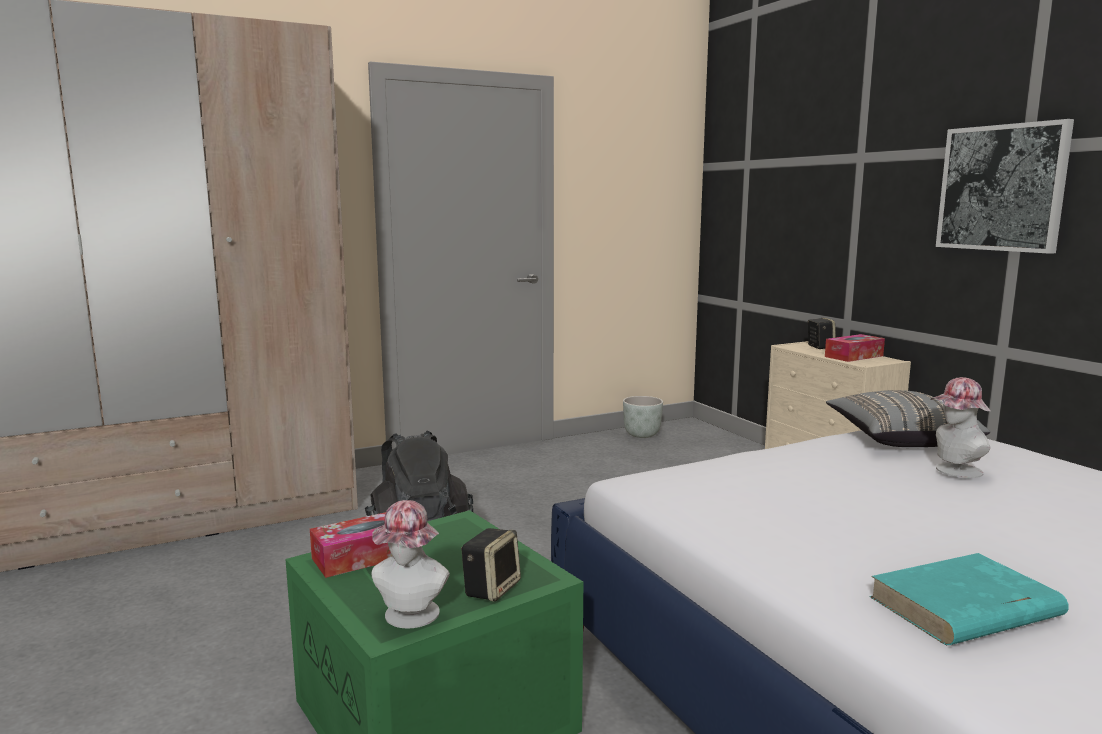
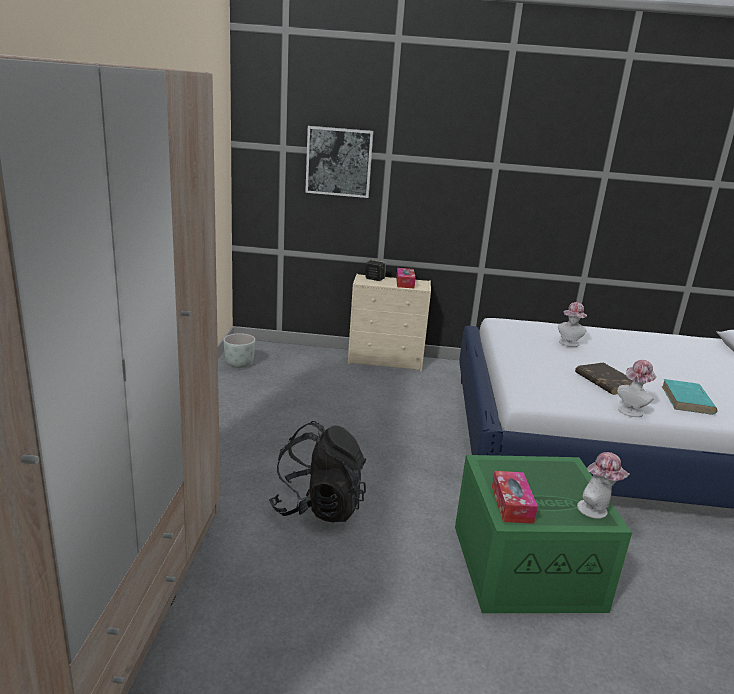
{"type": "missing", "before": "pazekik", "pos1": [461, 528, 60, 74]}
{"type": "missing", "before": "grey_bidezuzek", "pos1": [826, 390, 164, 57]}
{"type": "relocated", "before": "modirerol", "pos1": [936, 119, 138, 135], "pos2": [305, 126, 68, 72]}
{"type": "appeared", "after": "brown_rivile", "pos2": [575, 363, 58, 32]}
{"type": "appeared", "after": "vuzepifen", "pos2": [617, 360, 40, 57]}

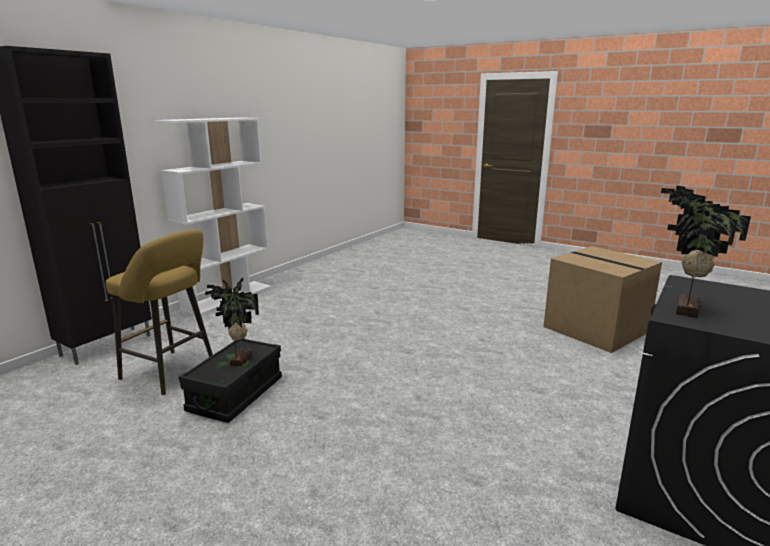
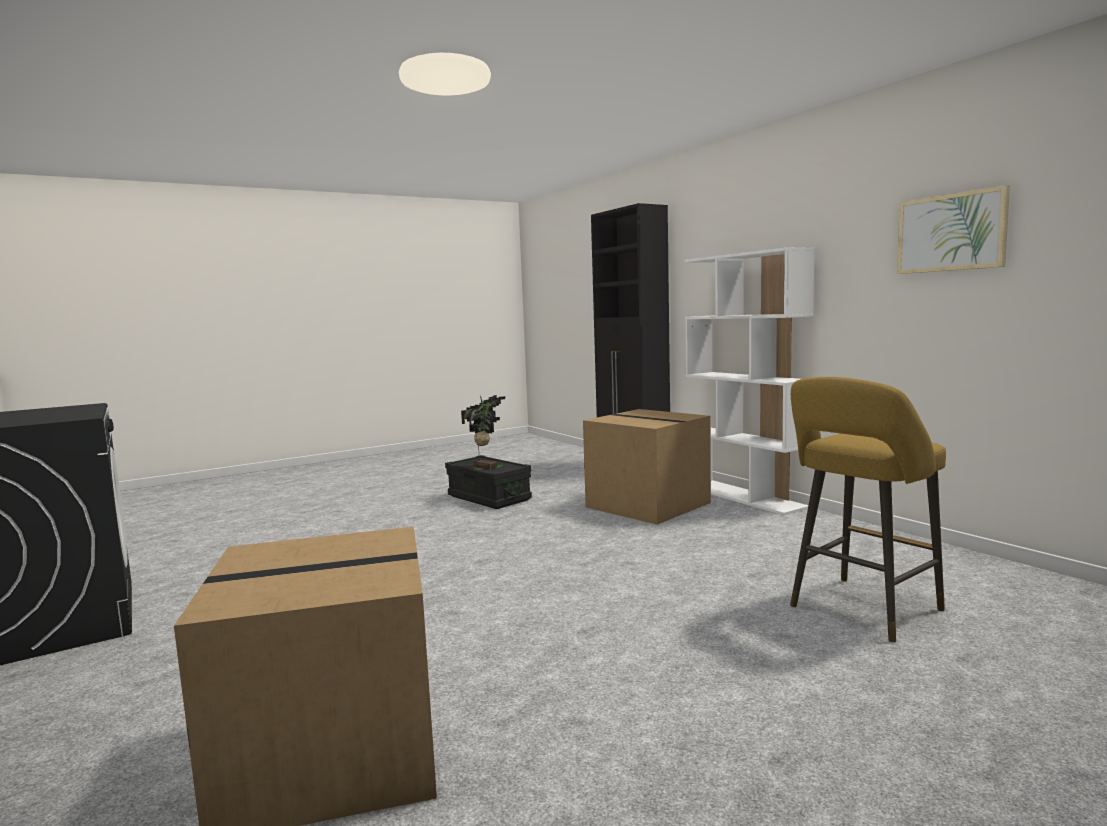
{"type": "relocated", "before": "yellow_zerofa", "pos1": [106, 229, 107, 166], "pos2": [790, 377, 156, 265]}
{"type": "missing", "before": "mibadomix", "pos1": [661, 185, 90, 133]}
{"type": "appeared", "after": "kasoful", "pos2": [583, 409, 128, 116]}
{"type": "appeared", "after": "modirerol", "pos2": [897, 185, 113, 89]}

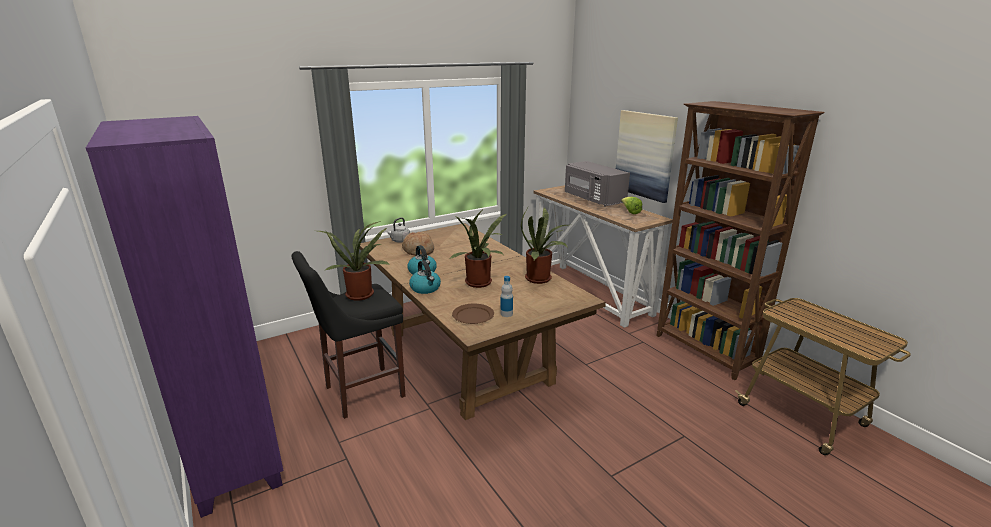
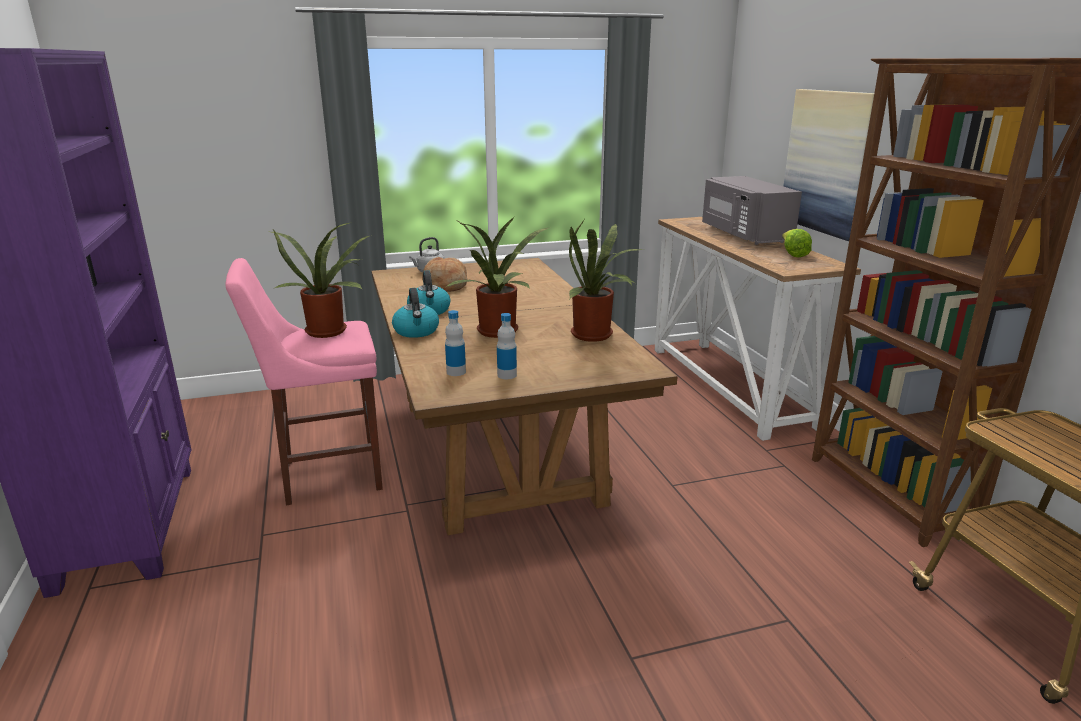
{"type": "colour", "before": "black_zerofa", "after": "pink_zerofa", "pos1": [292, 251, 114, 168], "pos2": [225, 258, 158, 248]}
{"type": "exchanged", "before": "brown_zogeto", "after": "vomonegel", "pos1": [452, 304, 42, 20], "pos2": [445, 310, 21, 66]}

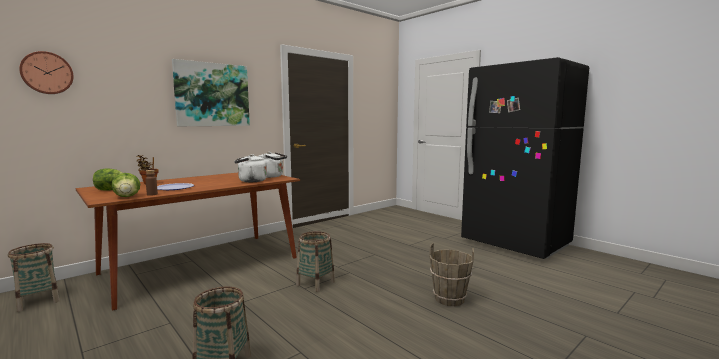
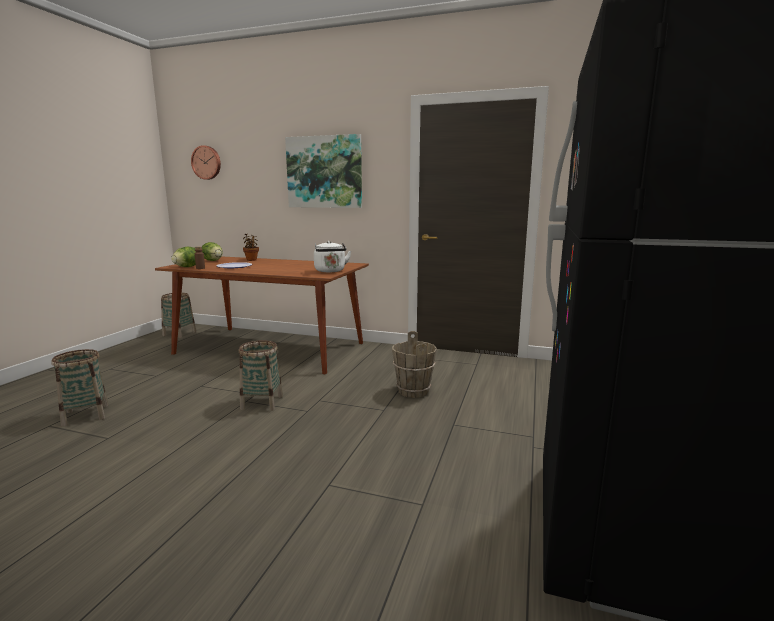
{"type": "missing", "before": "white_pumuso", "pos1": [234, 154, 33, 28]}
{"type": "relocated", "before": "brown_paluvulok", "pos1": [429, 243, 45, 63], "pos2": [392, 331, 45, 67]}

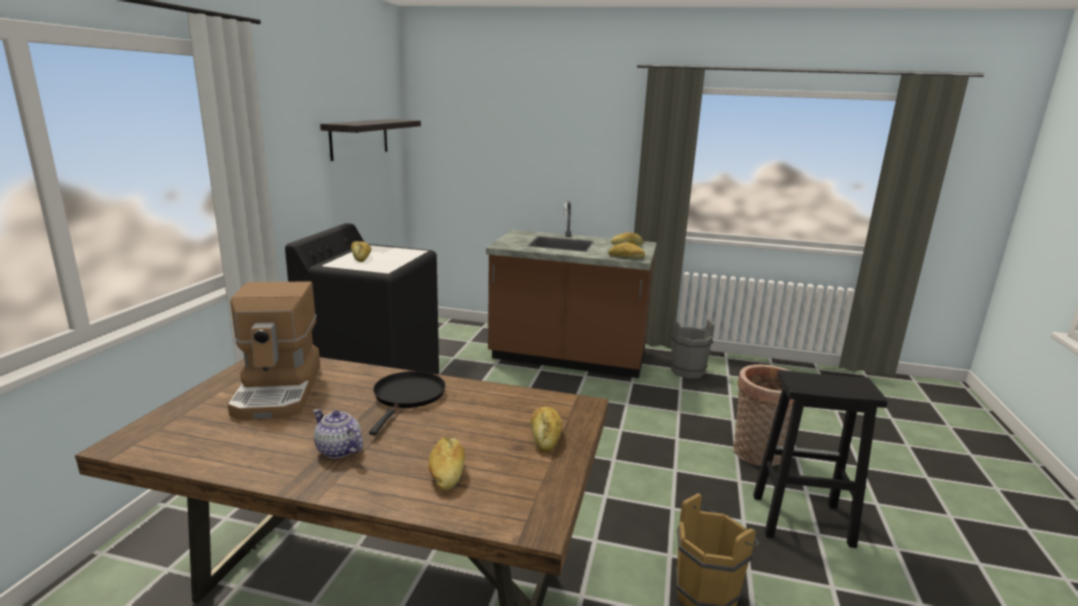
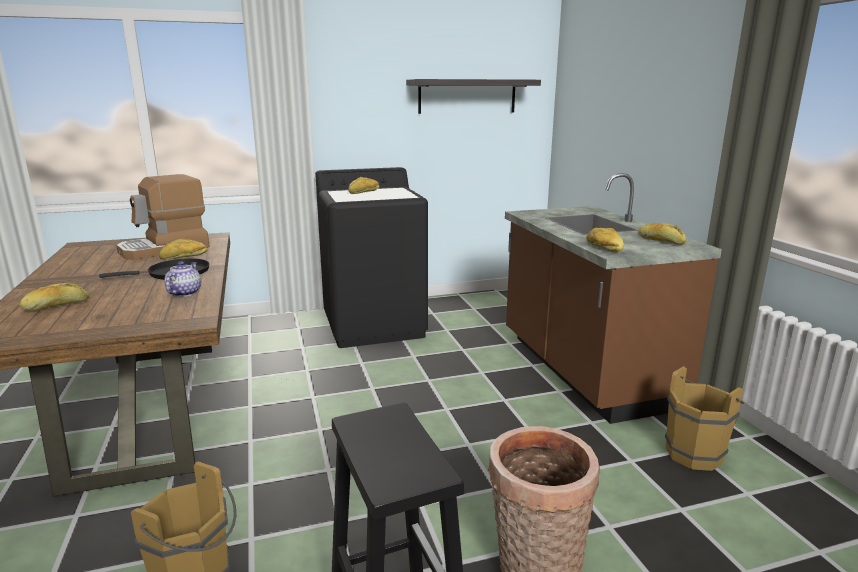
{"type": "relocated", "before": "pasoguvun", "pos1": [313, 409, 50, 49], "pos2": [164, 262, 37, 35]}
{"type": "relocated", "before": "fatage", "pos1": [530, 407, 32, 45], "pos2": [159, 238, 49, 22]}
{"type": "colour", "before": "grey_paluvulok", "after": "brown_paluvulok", "pos1": [670, 320, 44, 59], "pos2": [665, 366, 80, 105]}

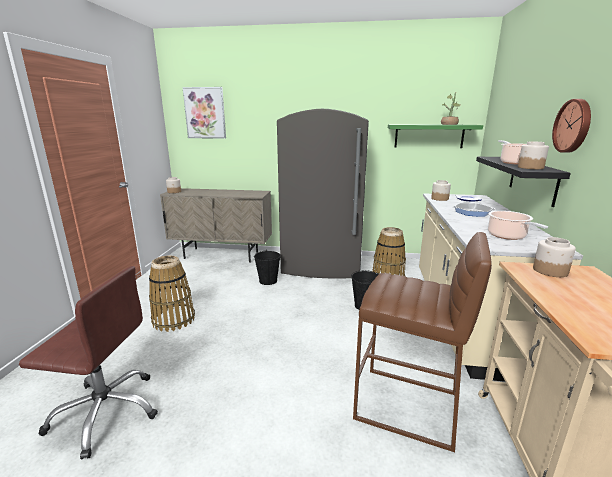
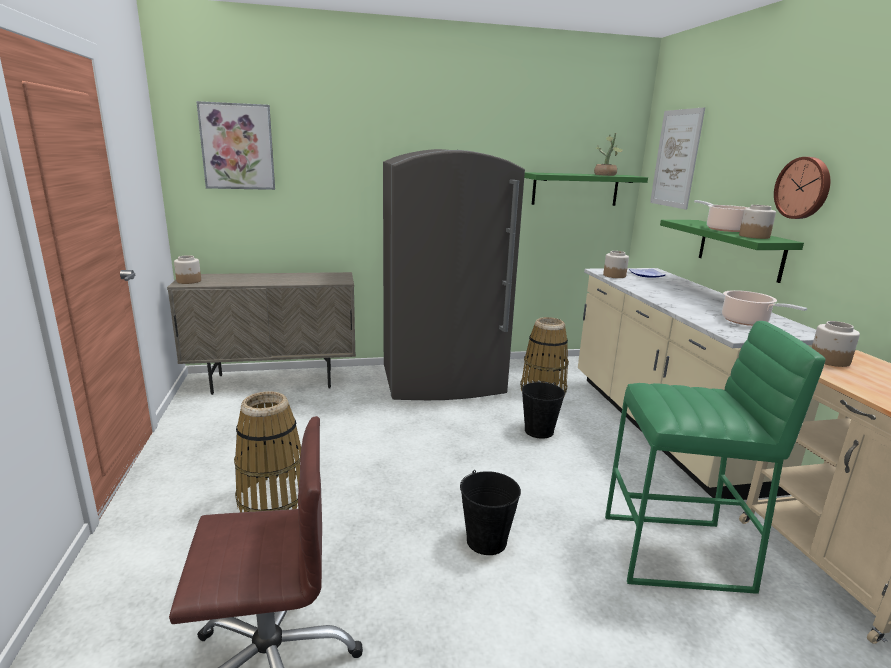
{"type": "relocated", "before": "black_paluvulok", "pos1": [254, 250, 27, 35], "pos2": [460, 470, 61, 85]}
{"type": "colour", "before": "brown_zerofa", "after": "green_zerofa", "pos1": [353, 232, 139, 220], "pos2": [605, 321, 221, 273]}
{"type": "missing", "before": "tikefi", "pos1": [452, 203, 43, 14]}
{"type": "colour", "before": "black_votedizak", "after": "green_votedizak", "pos1": [476, 157, 95, 50], "pos2": [660, 220, 144, 63]}
{"type": "appeared", "after": "modirerol", "pos2": [650, 107, 55, 103]}

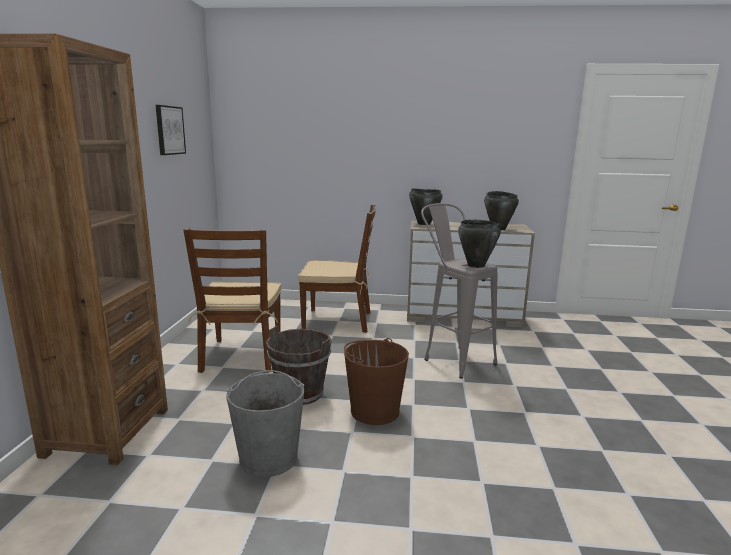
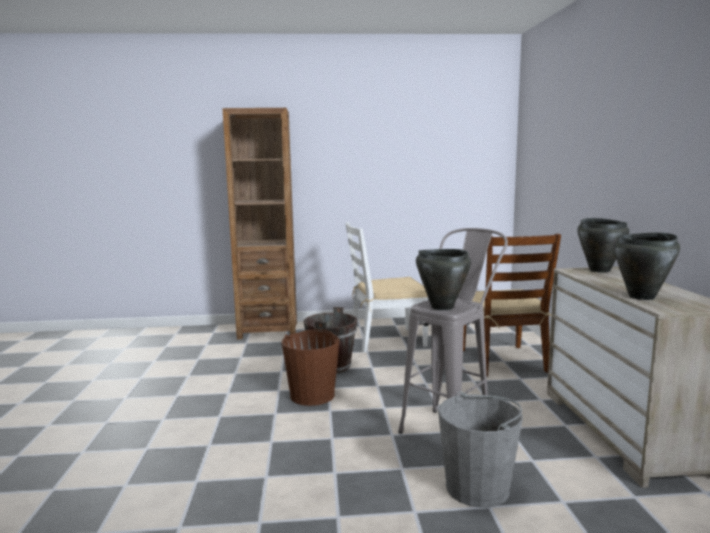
{"type": "missing", "before": "modirerol", "pos1": [155, 105, 31, 50]}
{"type": "colour", "before": "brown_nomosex", "after": "white_nomosex", "pos1": [183, 228, 98, 145], "pos2": [346, 222, 82, 131]}
{"type": "relocated", "before": "grey_paluvulok", "pos1": [226, 370, 78, 107], "pos2": [438, 391, 85, 117]}

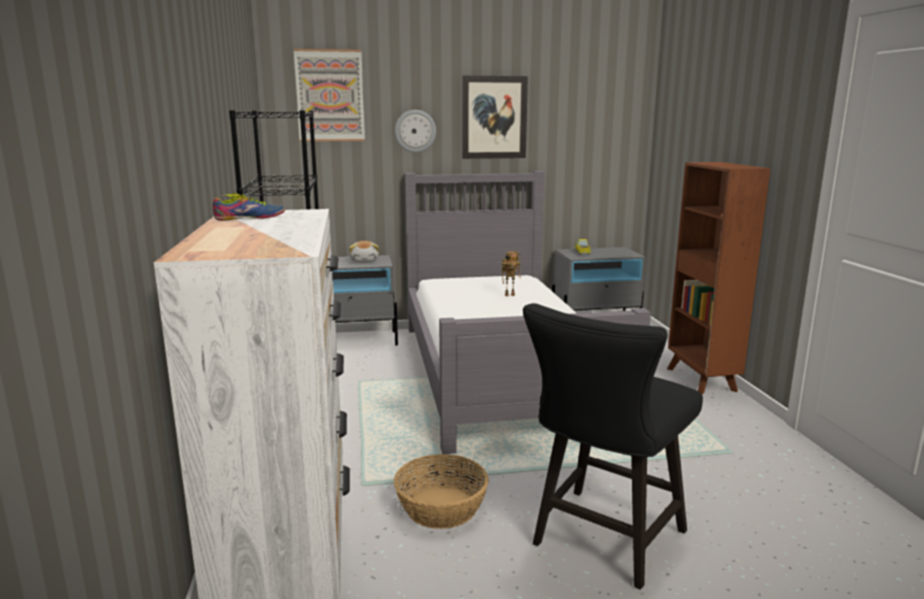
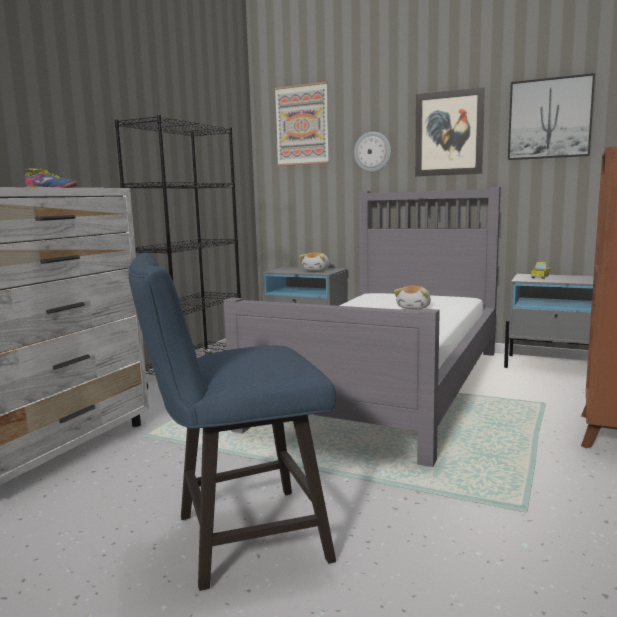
{"type": "missing", "before": "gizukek", "pos1": [394, 454, 95, 75]}
{"type": "exchanged", "before": "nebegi", "after": "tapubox", "pos1": [502, 251, 19, 45], "pos2": [394, 285, 37, 24]}
{"type": "colour", "before": "black_nomosex", "after": "blue_nomosex", "pos1": [523, 303, 180, 287], "pos2": [129, 253, 207, 338]}
{"type": "appeared", "after": "modirerol", "pos2": [508, 73, 87, 87]}

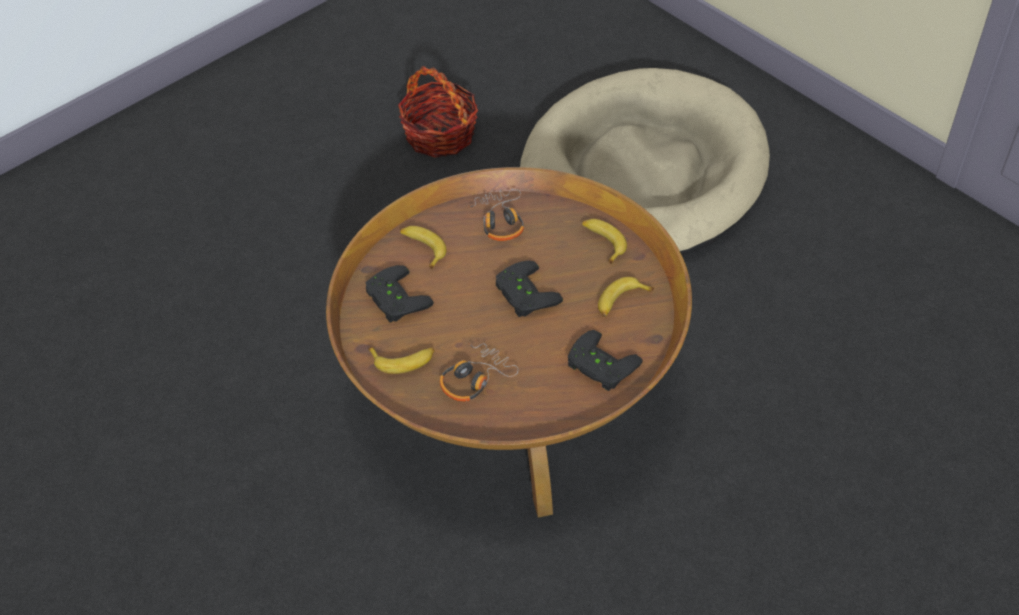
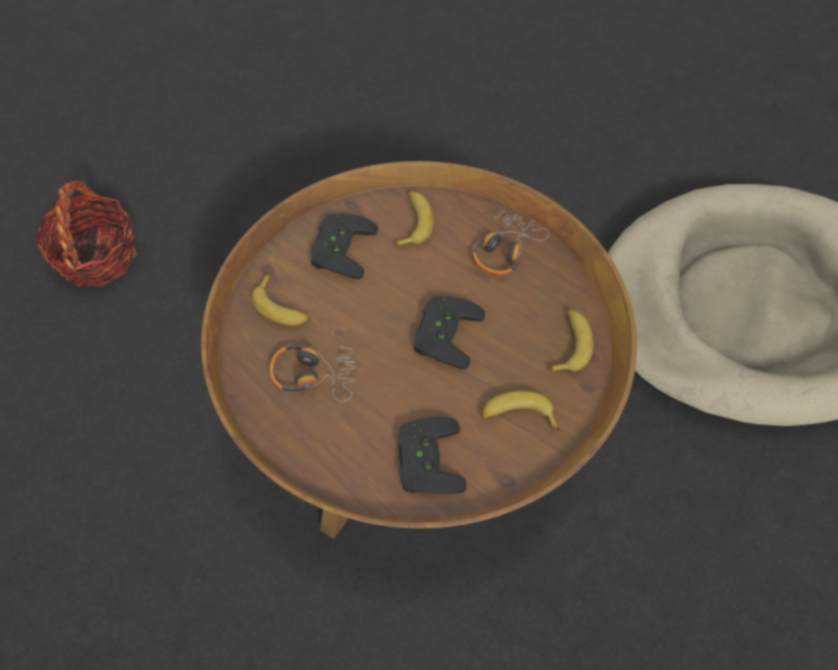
{"type": "relocated", "before": "gizukek", "pos1": [398, 66, 80, 92], "pos2": [35, 180, 102, 107]}

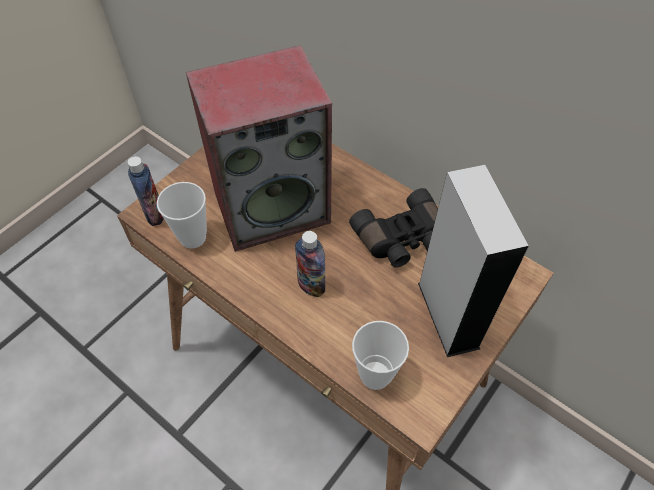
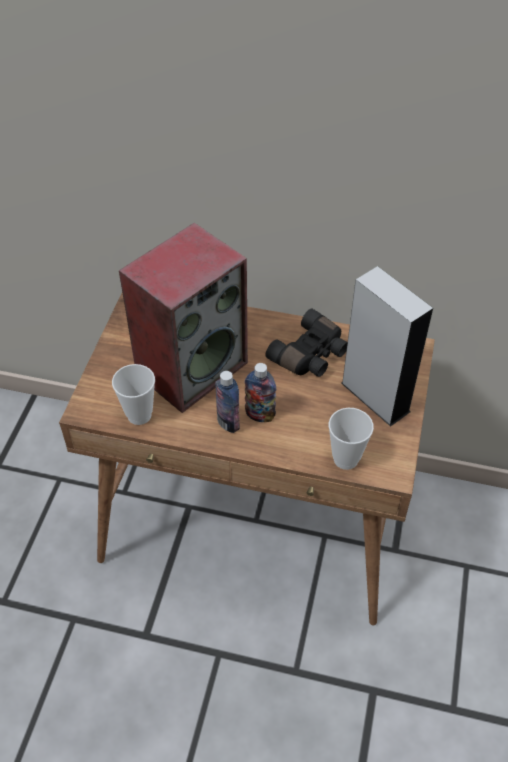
{"type": "relocated", "before": "vomonegel", "pos1": [127, 156, 37, 70], "pos2": [215, 371, 25, 62]}

